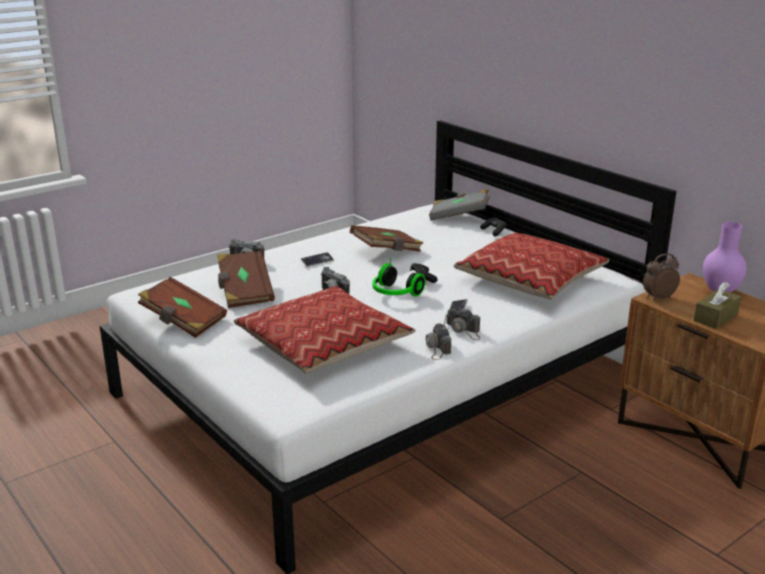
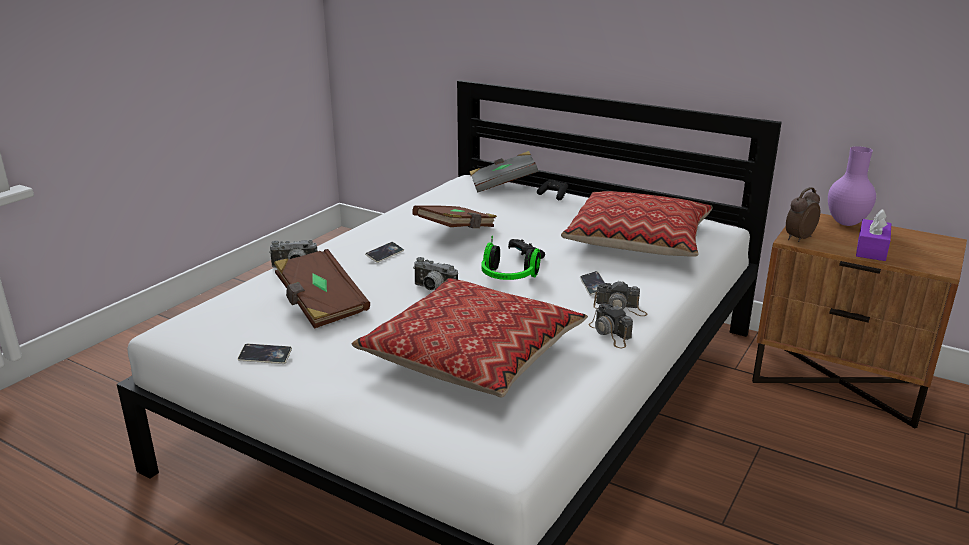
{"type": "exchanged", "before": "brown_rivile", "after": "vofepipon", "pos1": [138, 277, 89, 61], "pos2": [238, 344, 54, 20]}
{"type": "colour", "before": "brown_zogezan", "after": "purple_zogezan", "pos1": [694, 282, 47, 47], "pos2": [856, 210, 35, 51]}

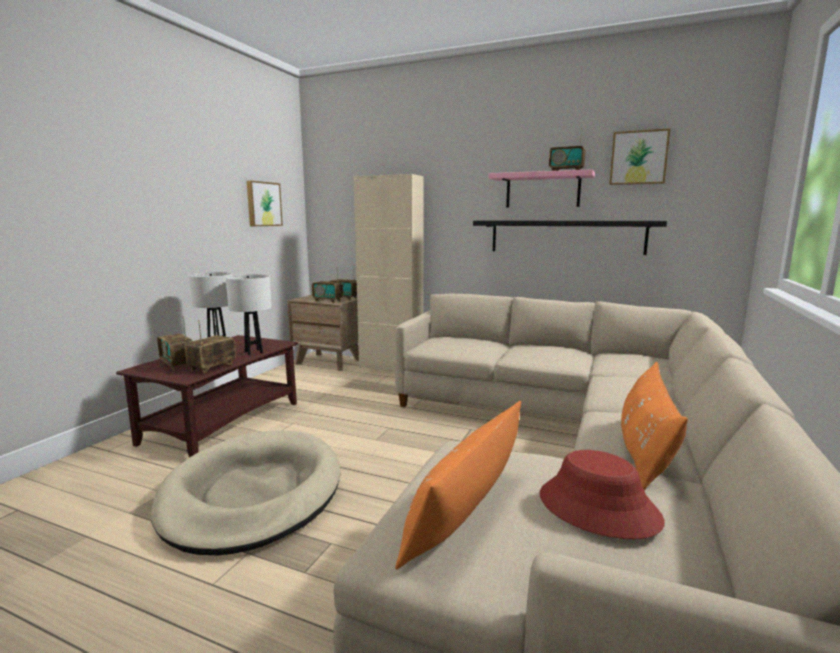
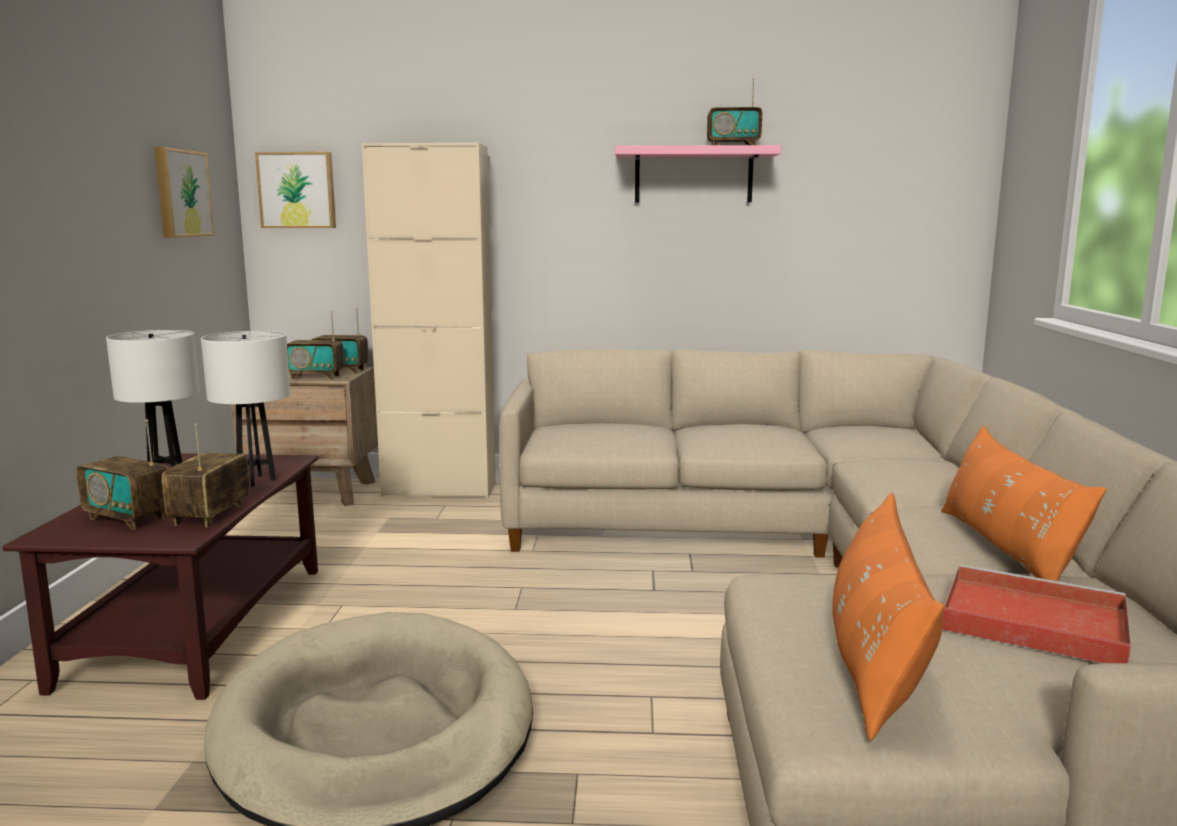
{"type": "missing", "before": "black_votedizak", "pos1": [473, 221, 194, 34]}
{"type": "exchanged", "before": "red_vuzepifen", "after": "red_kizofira", "pos1": [540, 450, 125, 89], "pos2": [942, 564, 189, 99]}
{"type": "relocated", "before": "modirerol", "pos1": [609, 128, 62, 57], "pos2": [255, 152, 81, 76]}

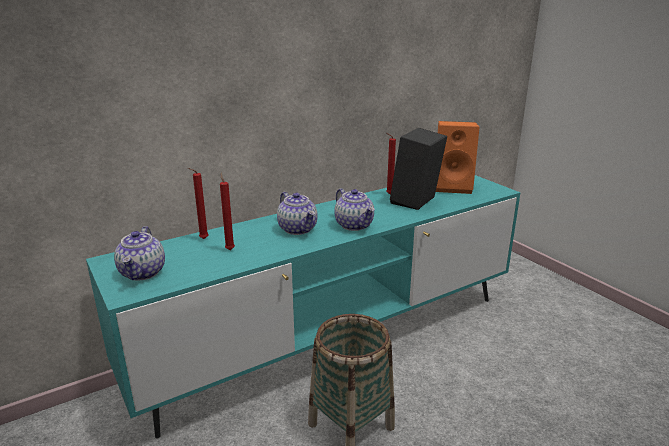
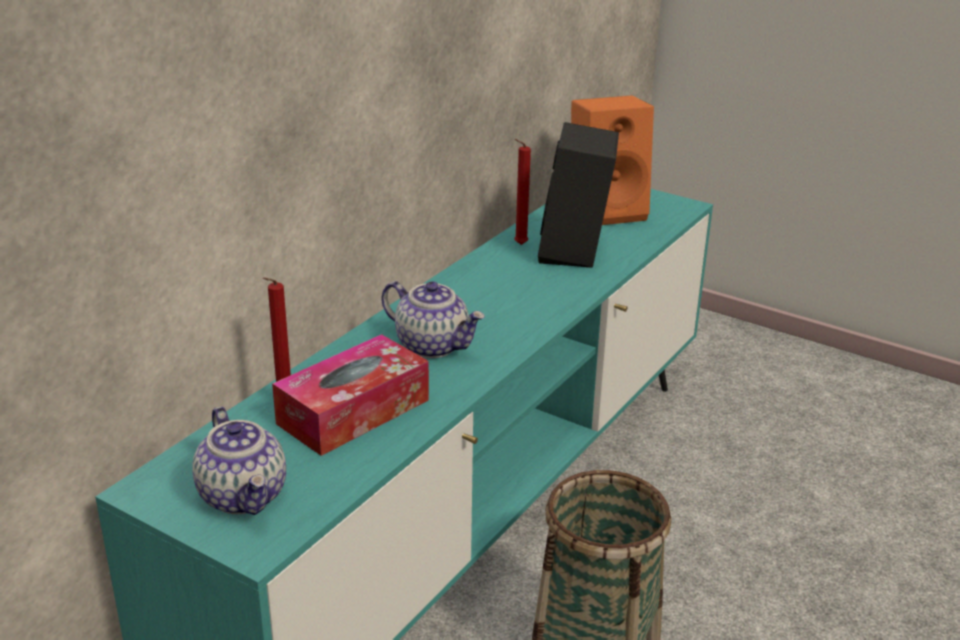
{"type": "exchanged", "before": "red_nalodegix", "after": "zogezan", "pos1": [220, 173, 15, 77], "pos2": [272, 334, 157, 122]}
{"type": "missing", "before": "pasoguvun", "pos1": [334, 188, 41, 43]}

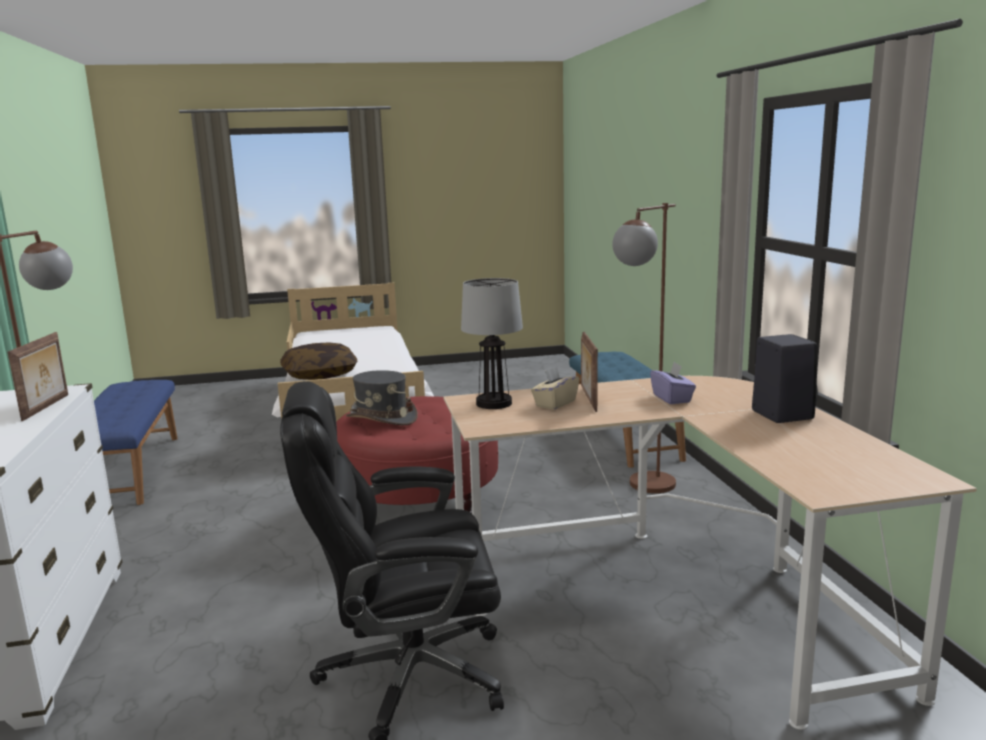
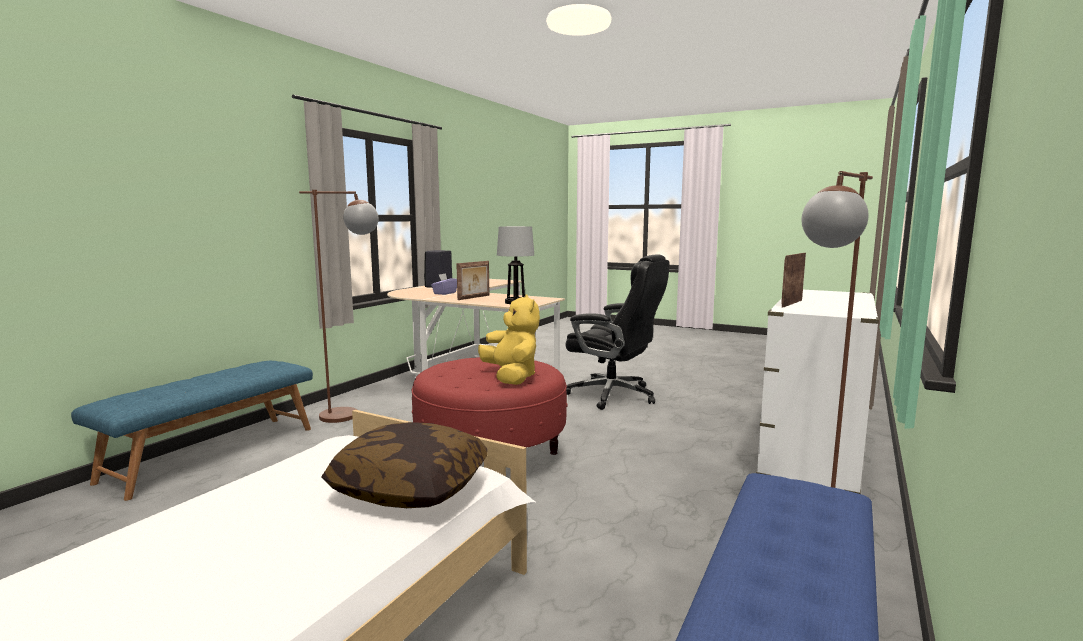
{"type": "exchanged", "before": "grey_vuzepifen", "after": "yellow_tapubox", "pos1": [346, 370, 72, 55], "pos2": [478, 295, 62, 90]}
{"type": "missing", "before": "beige_zogezan", "pos1": [531, 366, 48, 44]}

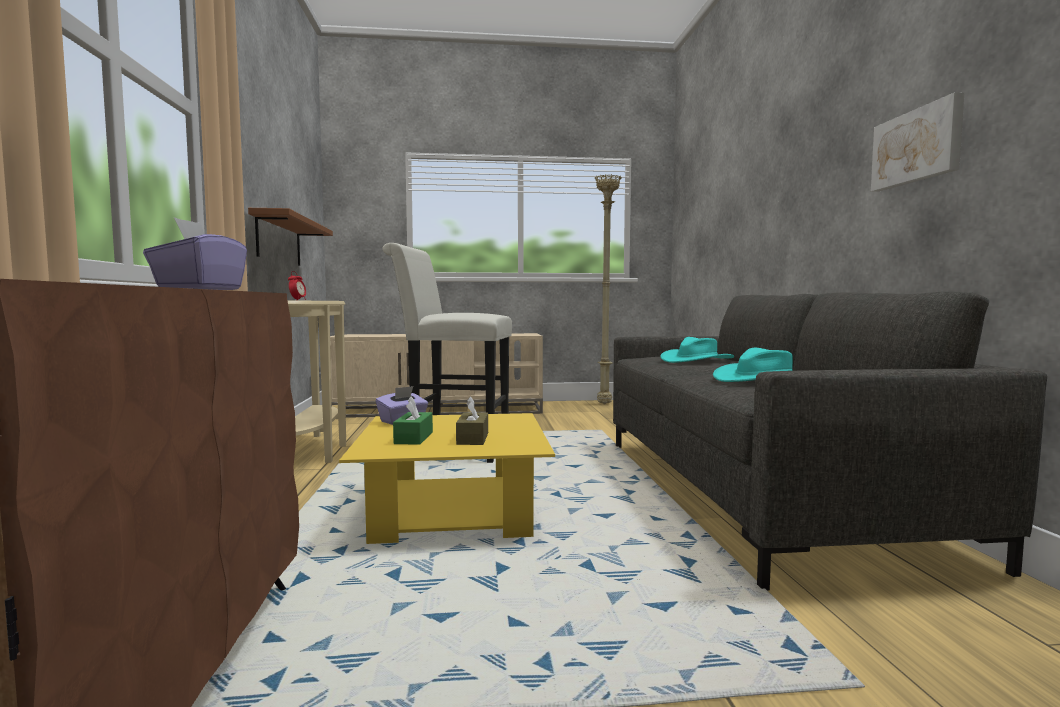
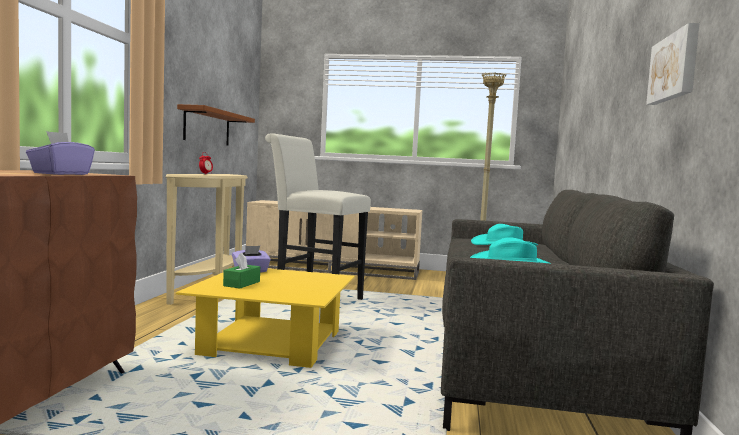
{"type": "missing", "before": "brown_zogezan", "pos1": [456, 396, 32, 49]}

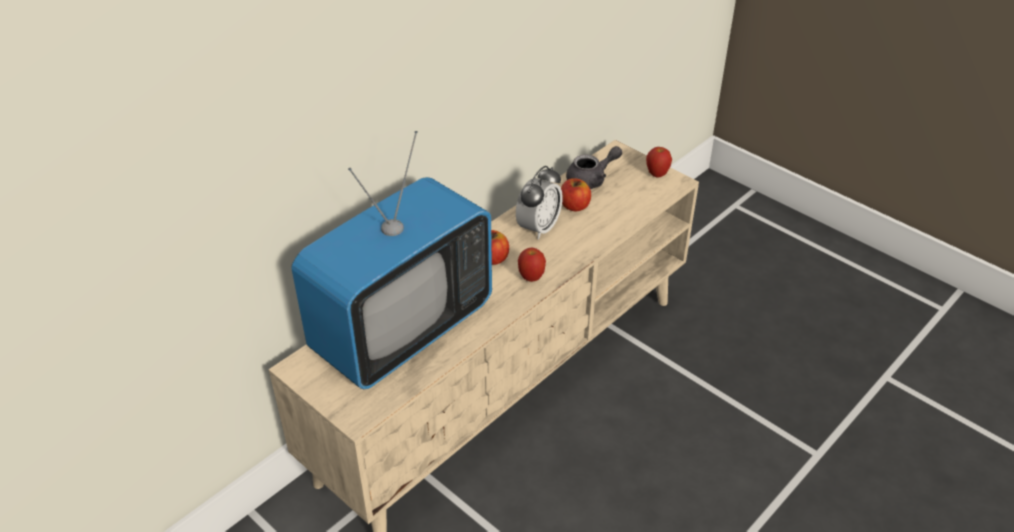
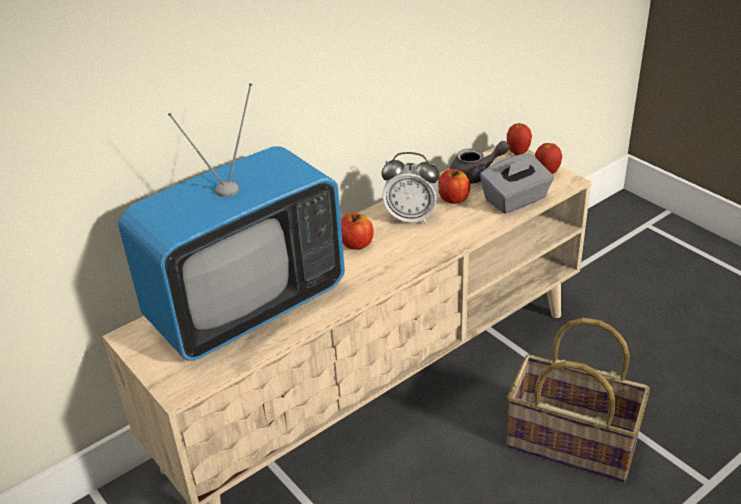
{"type": "spun", "before": "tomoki", "pos1": [516, 166, 47, 73], "pos2": [381, 152, 59, 72], "turn": 60}
{"type": "relocated", "before": "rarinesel", "pos1": [518, 248, 28, 34], "pos2": [507, 123, 25, 32]}
{"type": "appeared", "after": "grey_zogezan", "pos2": [480, 154, 74, 60]}
{"type": "appeared", "after": "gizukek", "pos2": [506, 318, 144, 164]}

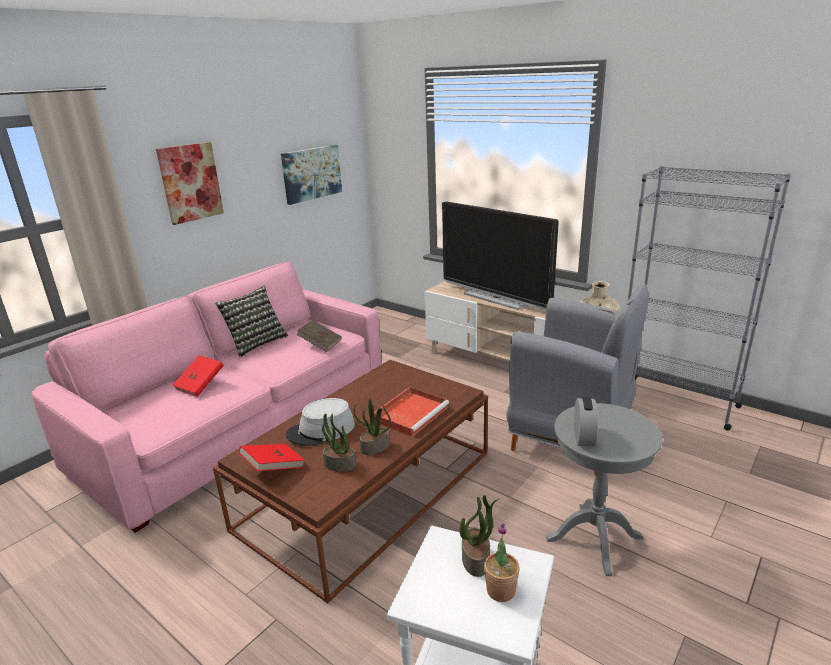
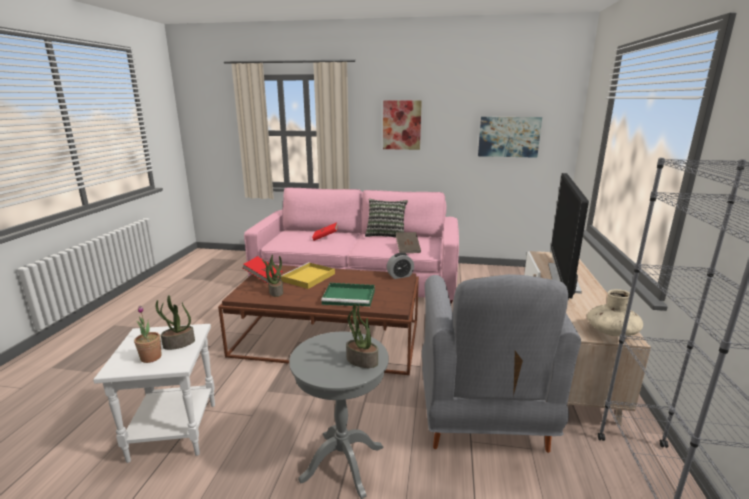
{"type": "exchanged", "before": "grey_vuzepifen", "after": "yellow_kizofira", "pos1": [286, 398, 69, 48], "pos2": [281, 262, 54, 27]}
{"type": "relocated", "before": "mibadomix", "pos1": [353, 398, 38, 57], "pos2": [346, 304, 32, 64]}
{"type": "colour", "before": "red_kizofira", "after": "green_kizofira", "pos1": [374, 387, 75, 50], "pos2": [321, 283, 54, 25]}
{"type": "relocated", "before": "tomoki", "pos1": [574, 397, 24, 50], "pos2": [387, 253, 27, 26]}

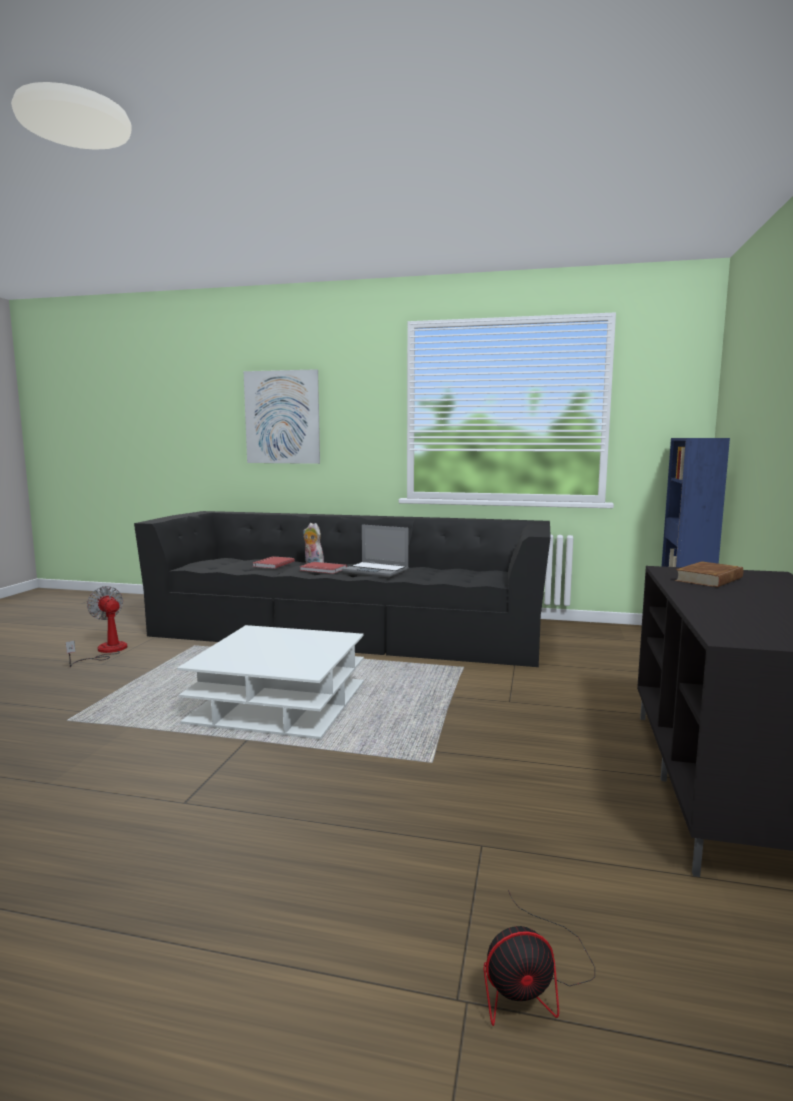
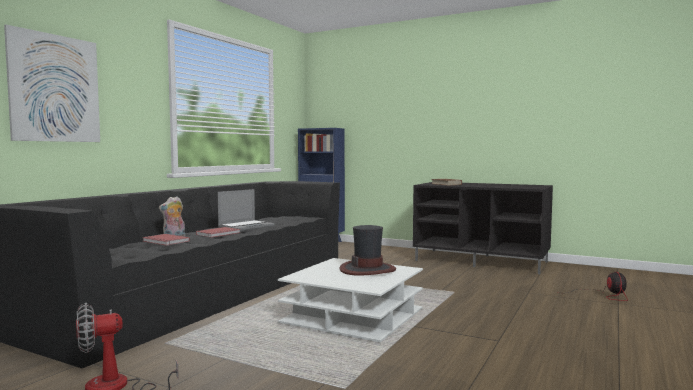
{"type": "appeared", "after": "vuzepifen", "pos2": [339, 225, 57, 51]}

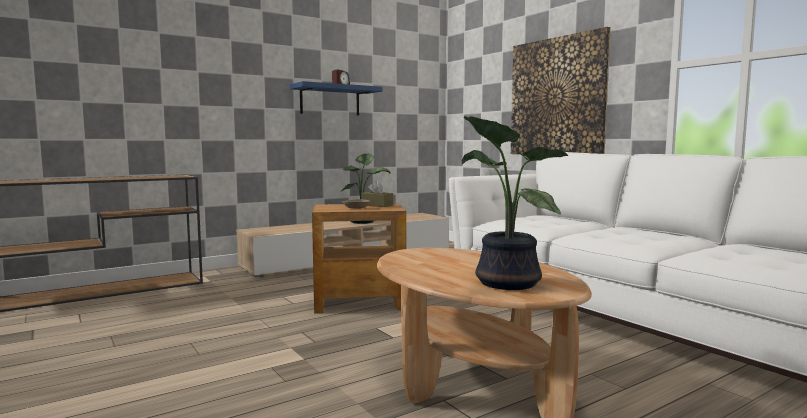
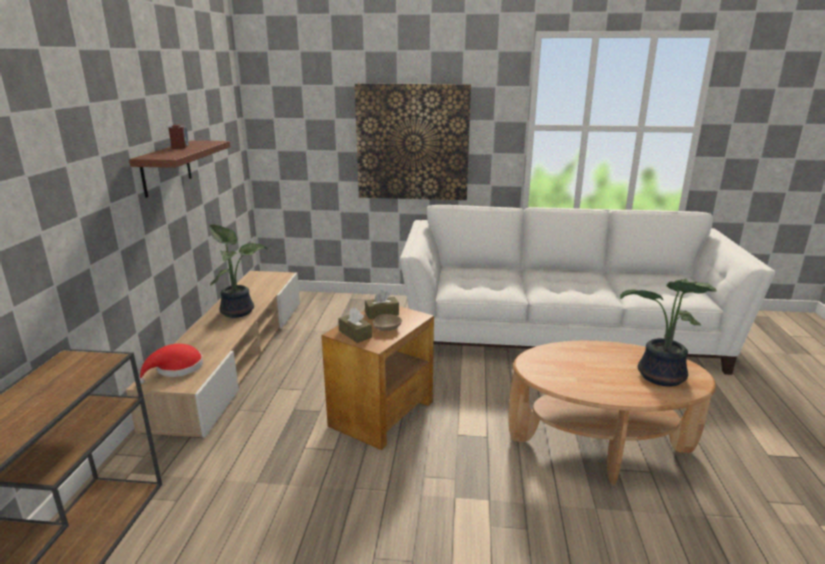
{"type": "colour", "before": "blue_votedizak", "after": "brown_votedizak", "pos1": [290, 81, 93, 35], "pos2": [129, 140, 101, 58]}
{"type": "appeared", "after": "red_vuzepifen", "pos2": [139, 344, 64, 40]}
{"type": "appeared", "after": "brown_zogezan", "pos2": [338, 308, 34, 35]}

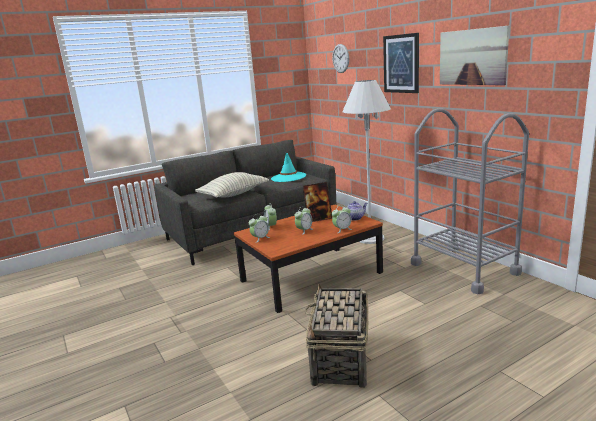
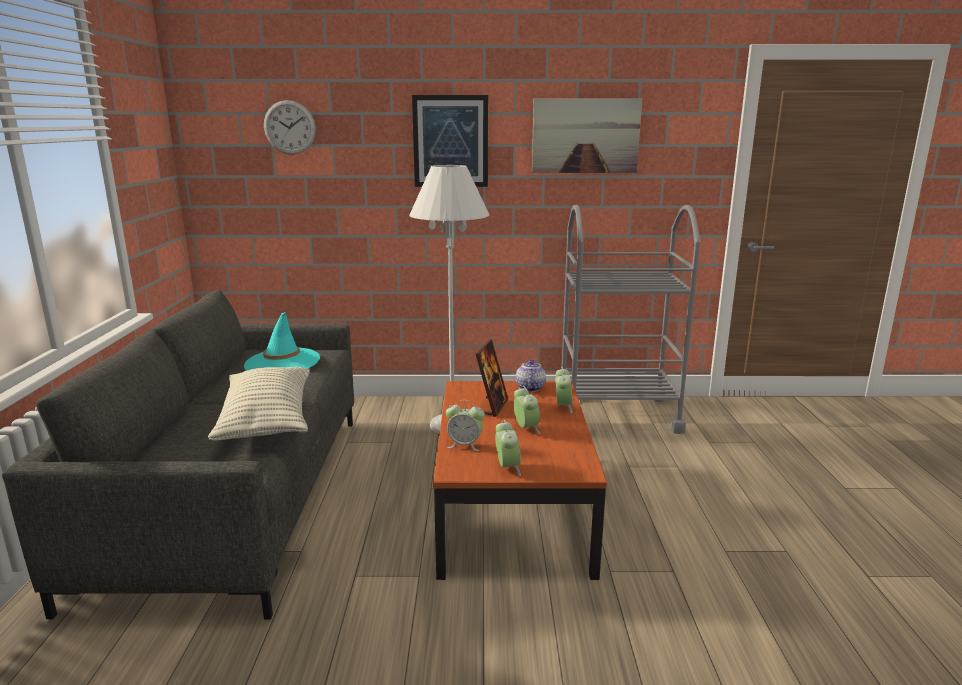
{"type": "missing", "before": "gizukek", "pos1": [305, 284, 63, 104]}

